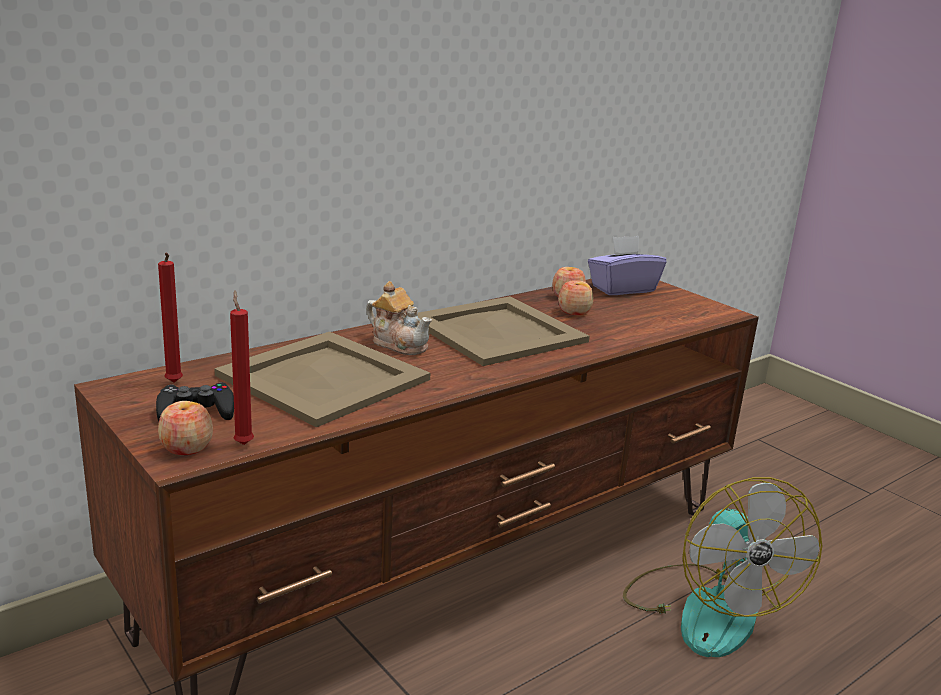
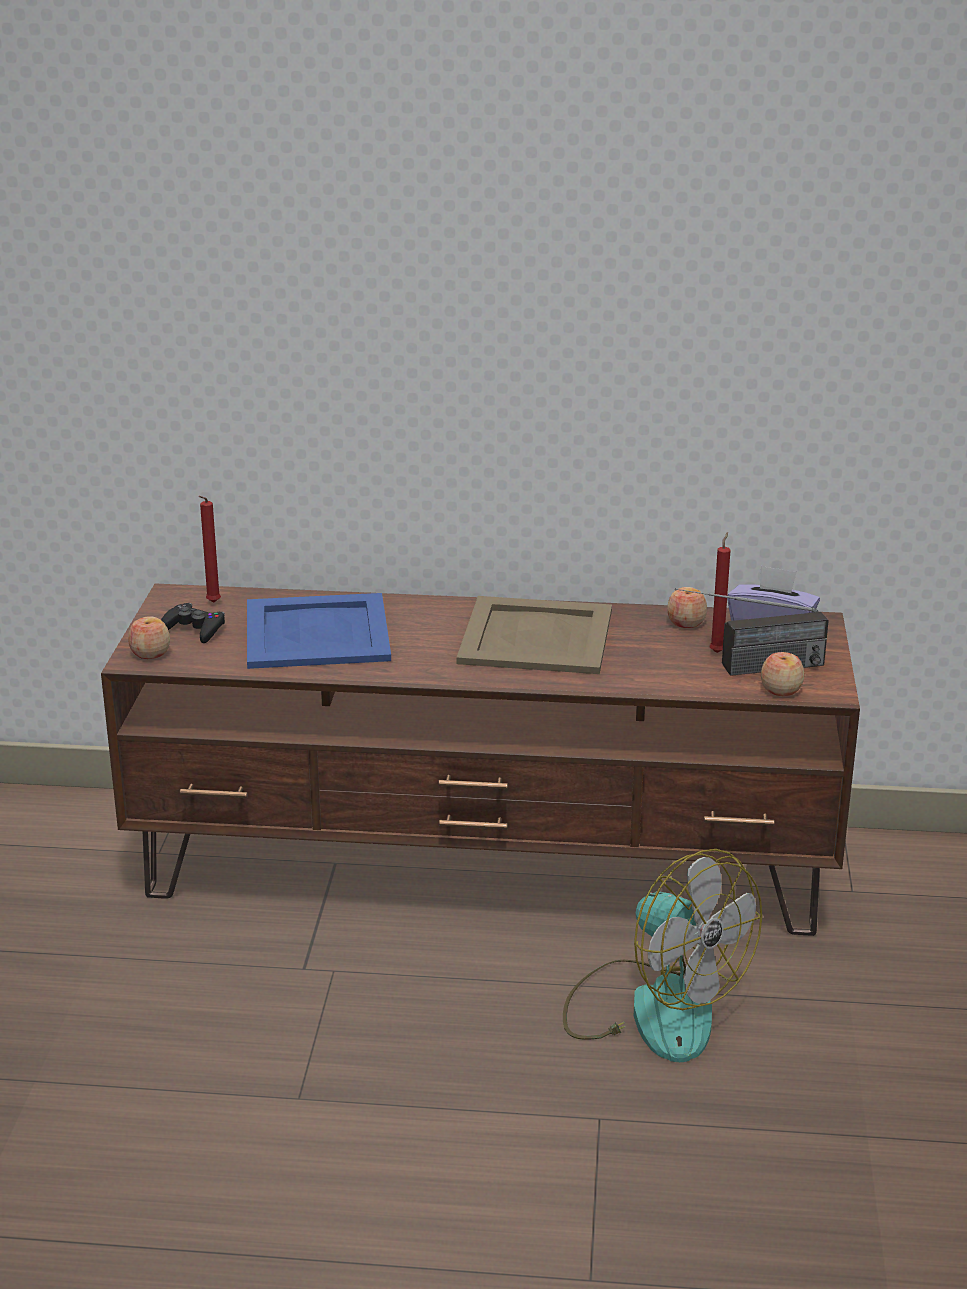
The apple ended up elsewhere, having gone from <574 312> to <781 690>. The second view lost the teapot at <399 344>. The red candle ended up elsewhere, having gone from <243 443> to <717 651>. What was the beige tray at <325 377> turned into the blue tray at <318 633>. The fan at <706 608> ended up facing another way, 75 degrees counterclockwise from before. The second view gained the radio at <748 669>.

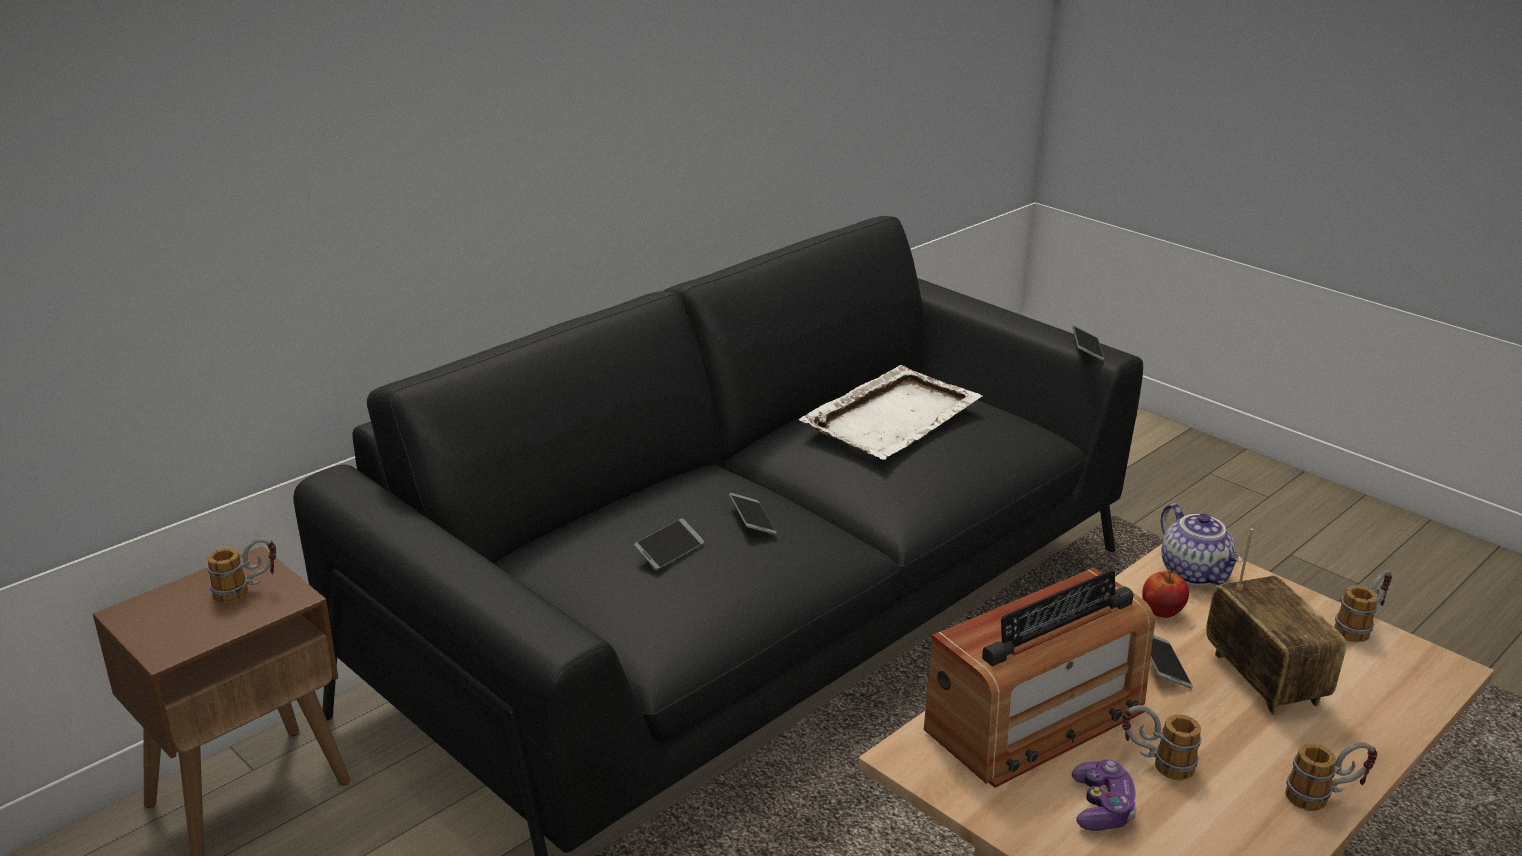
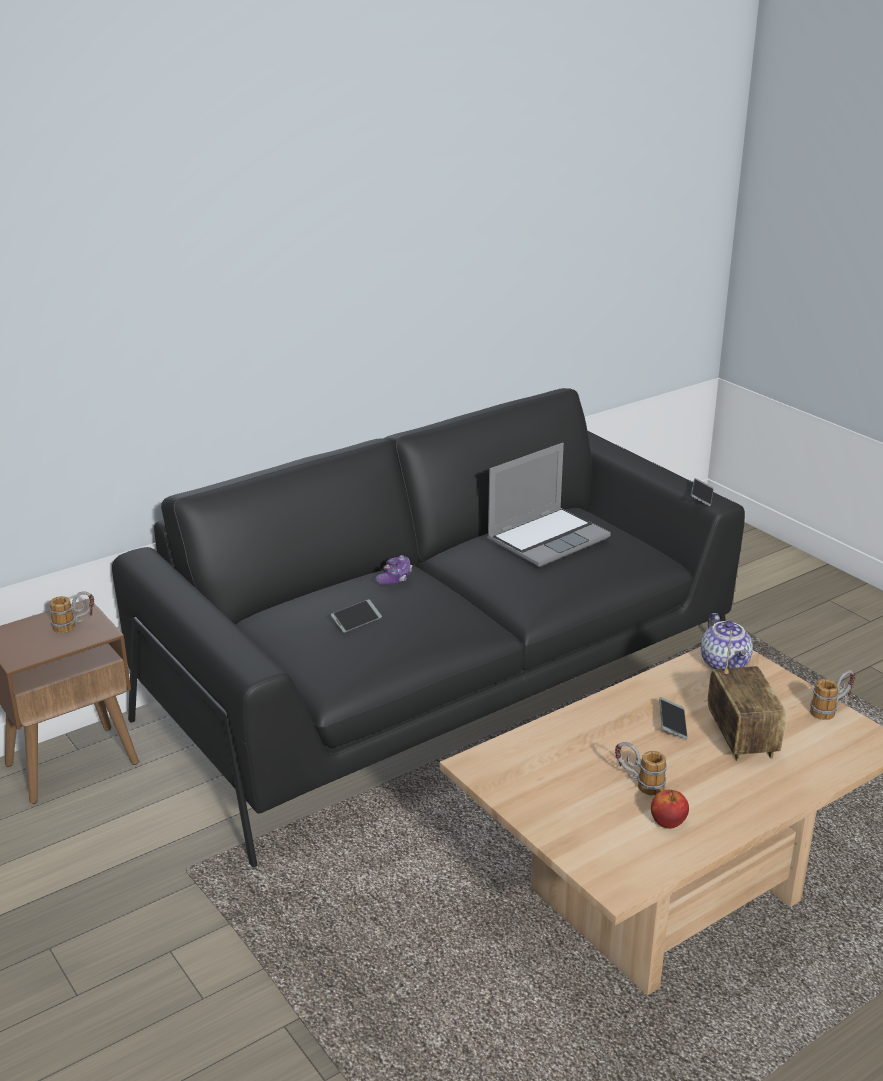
Where the white tray stood at <893 416>, the laptop came to stand at <548 538>. The second view lost the phone at <752 520>. The second view lost the radio at <1036 719>. The apple ended up elsewhere, having gone from <1161 612> to <667 822>. The second view lost the mug at <1324 797>. The game controller ended up elsewhere, having gone from <1102 807> to <395 578>.

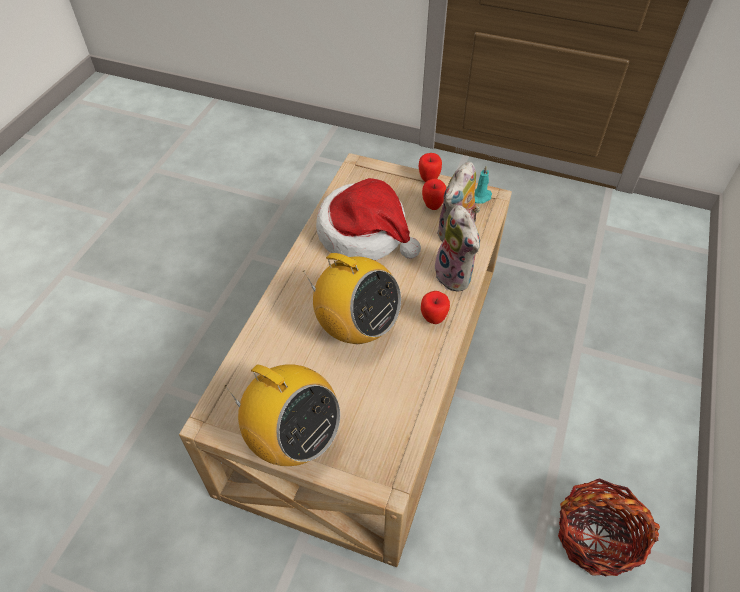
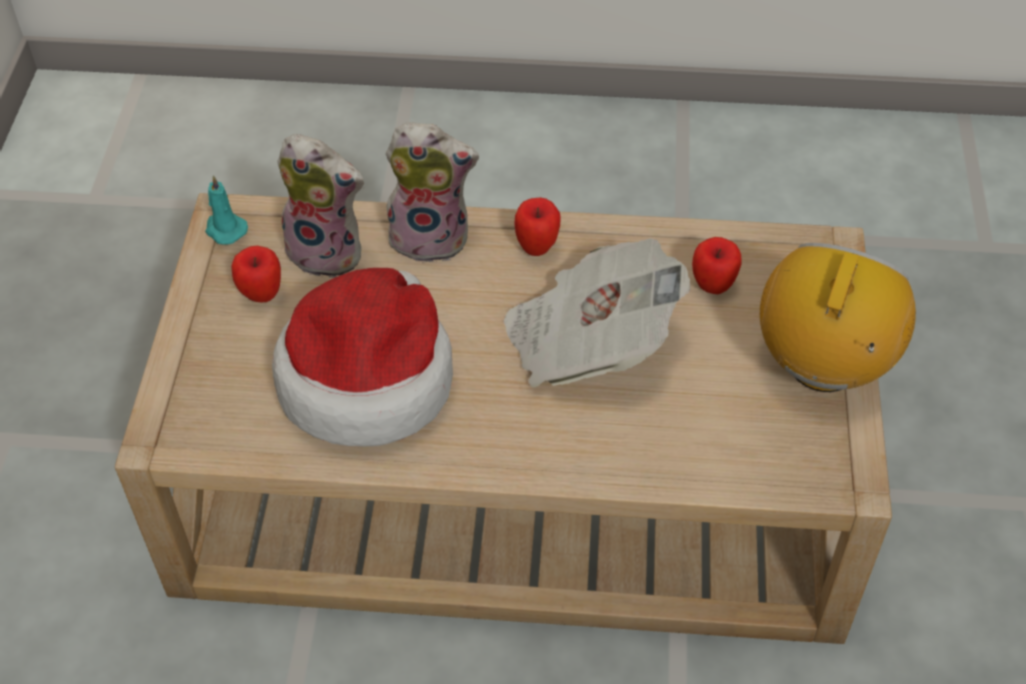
The apple ended up elsewhere, having gone from <428 179> to <712 287>. The plush toy at <456 276> ended up facing another way, 45 degrees clockwise from before. Where the radio stood at <356 327>, the newspaper came to stand at <589 342>. The second view lost the basket at <596 537>.

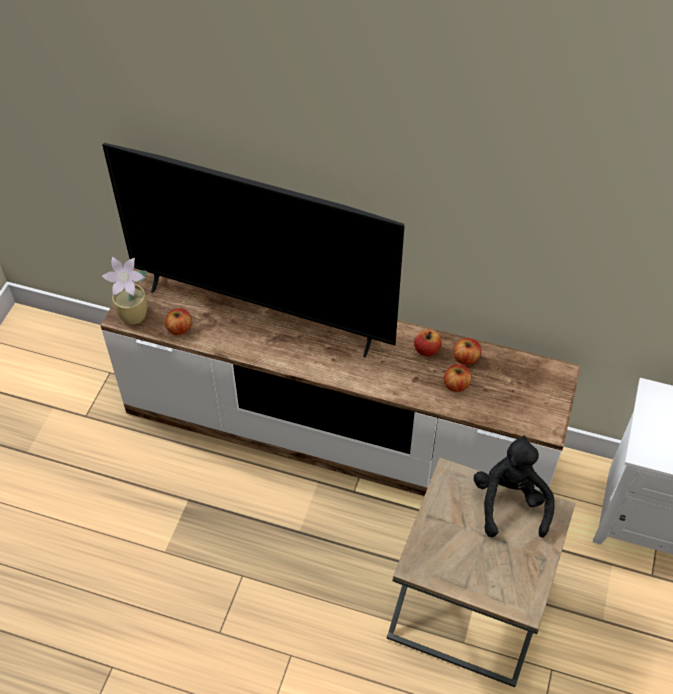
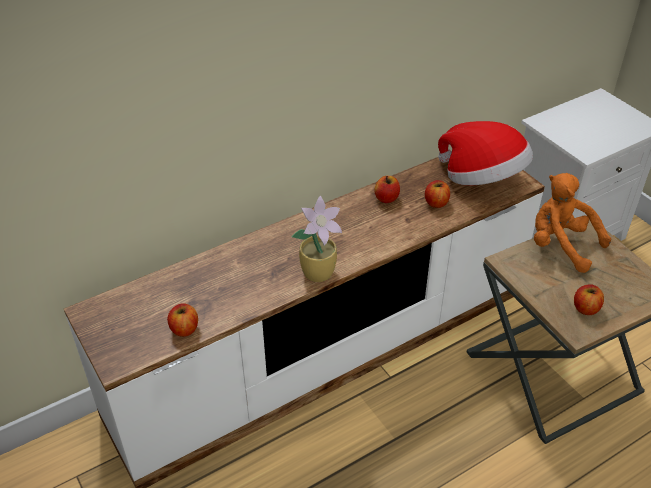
The second view lost the television at <262 312>. The potted plant ended up elsewhere, having gone from <134 316> to <319 272>. The apple ended up elsewhere, having gone from <465 358> to <585 308>. What was the black plush toy at <510 502> turned into the orange plush toy at <560 245>. The second view gained the hat at <482 179>.

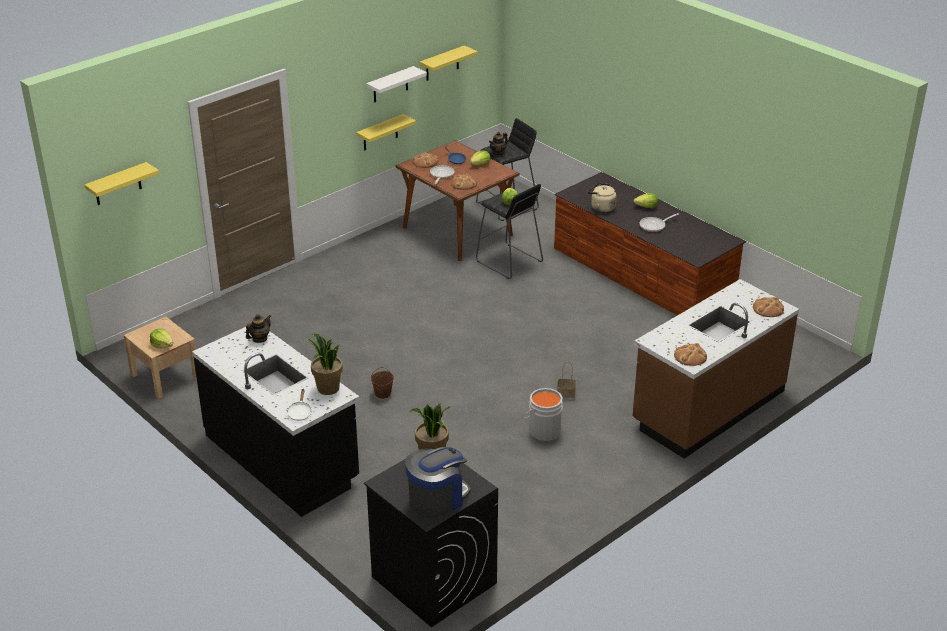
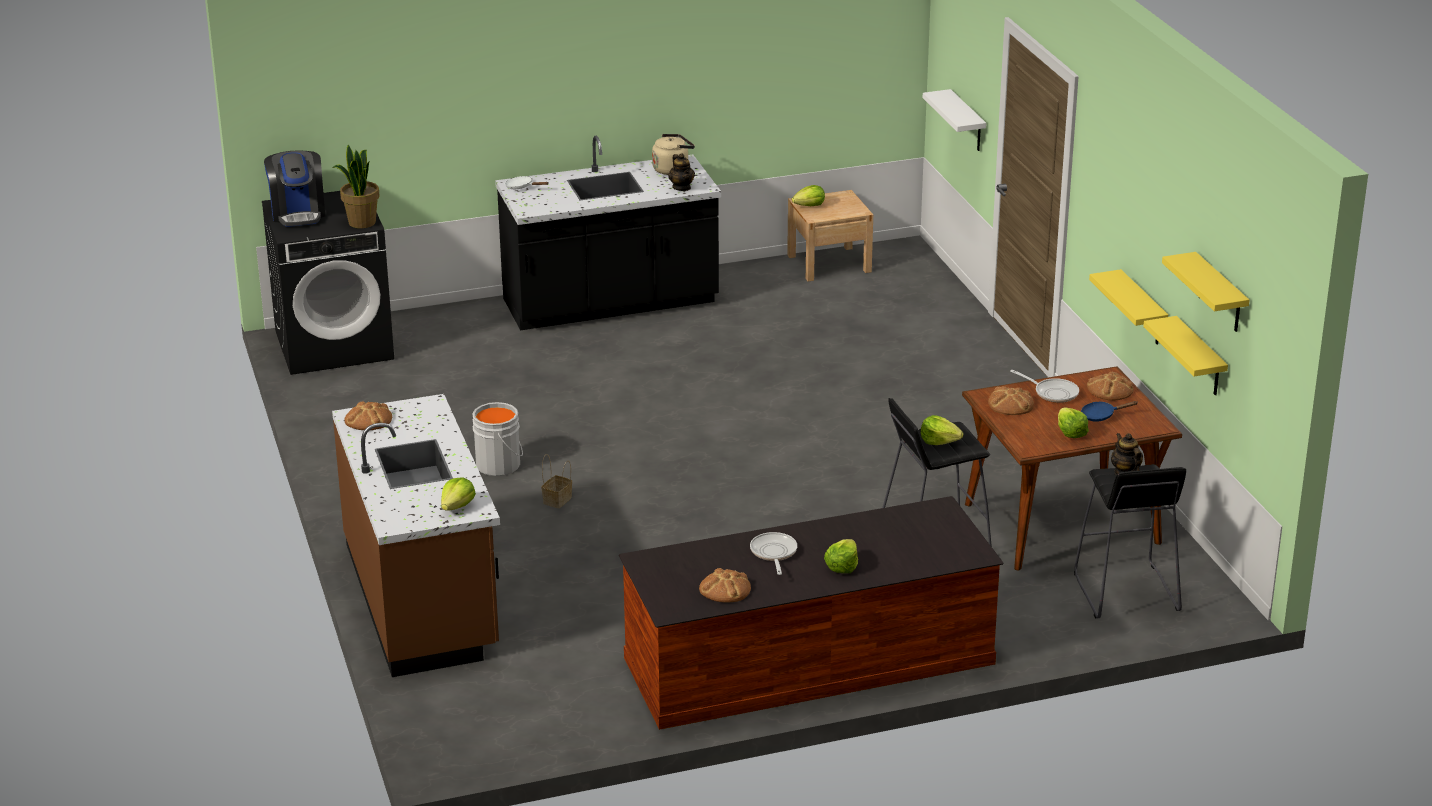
The white shelf ended up elsewhere, having gone from <390 85> to <967 122>. The yellow shelf ended up elsewhere, having gone from <117 184> to <1200 358>. The beige kettle ended up elsewhere, having gone from <601 207> to <672 169>. The bread ended up elsewhere, having gone from <768 309> to <725 589>. The second view lost the potted plant at <327 388>. The second view lost the brown bucket at <382 394>. The second view gained the lettuce at <457 506>.

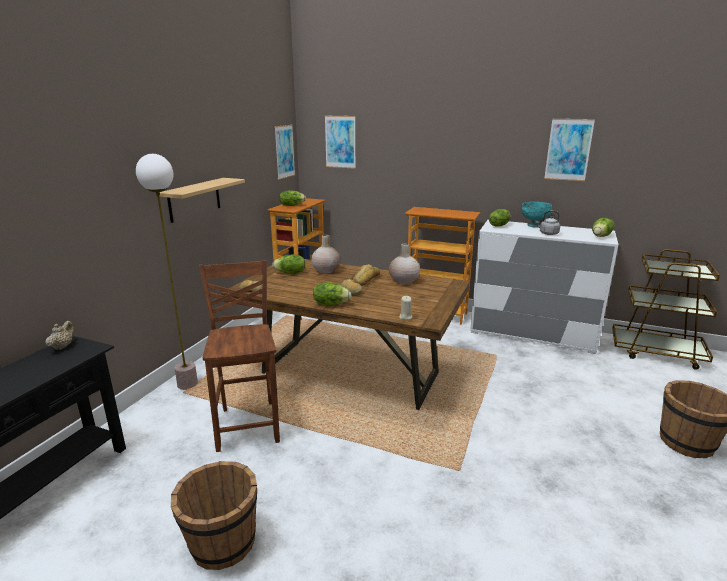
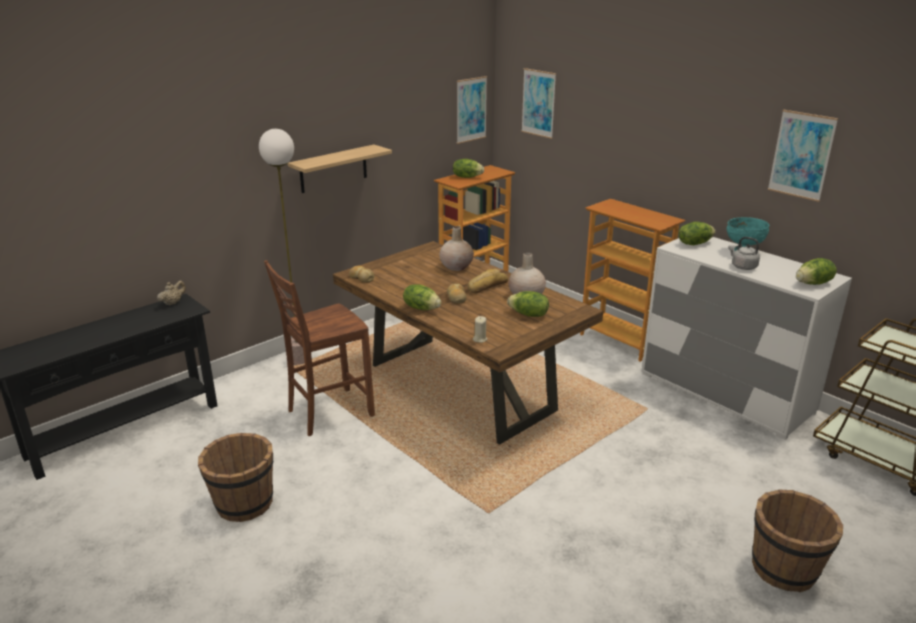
The lettuce ended up elsewhere, having gone from <290 273> to <528 314>. The brown chair at <249 424> ended up facing another way, 135 degrees counterclockwise from before.

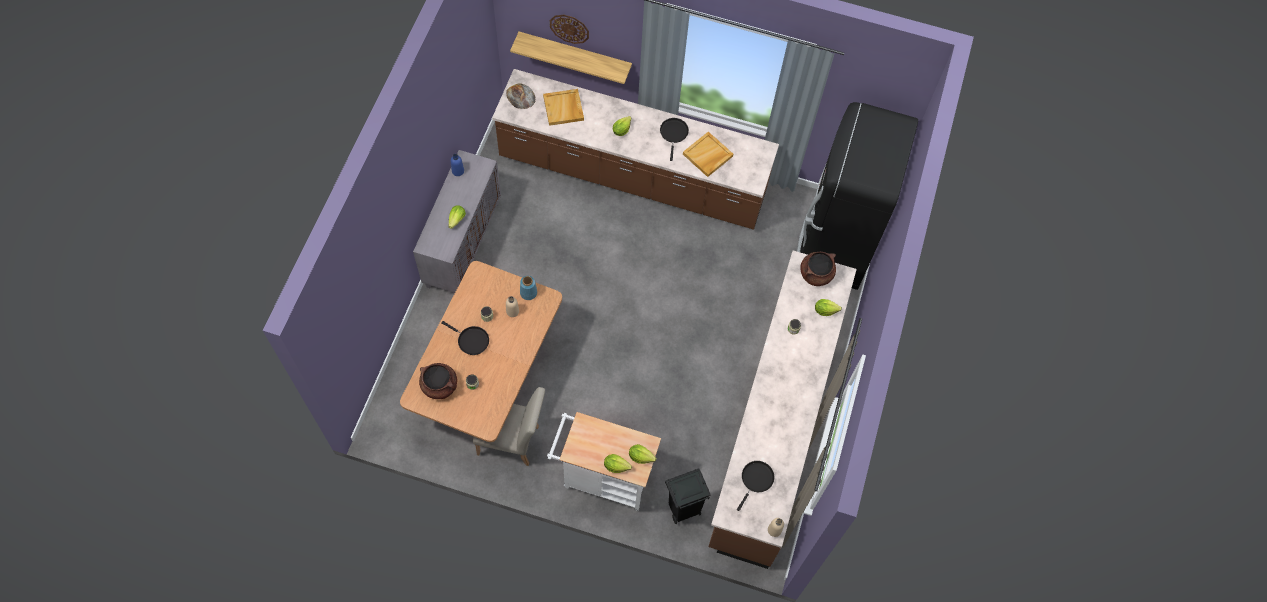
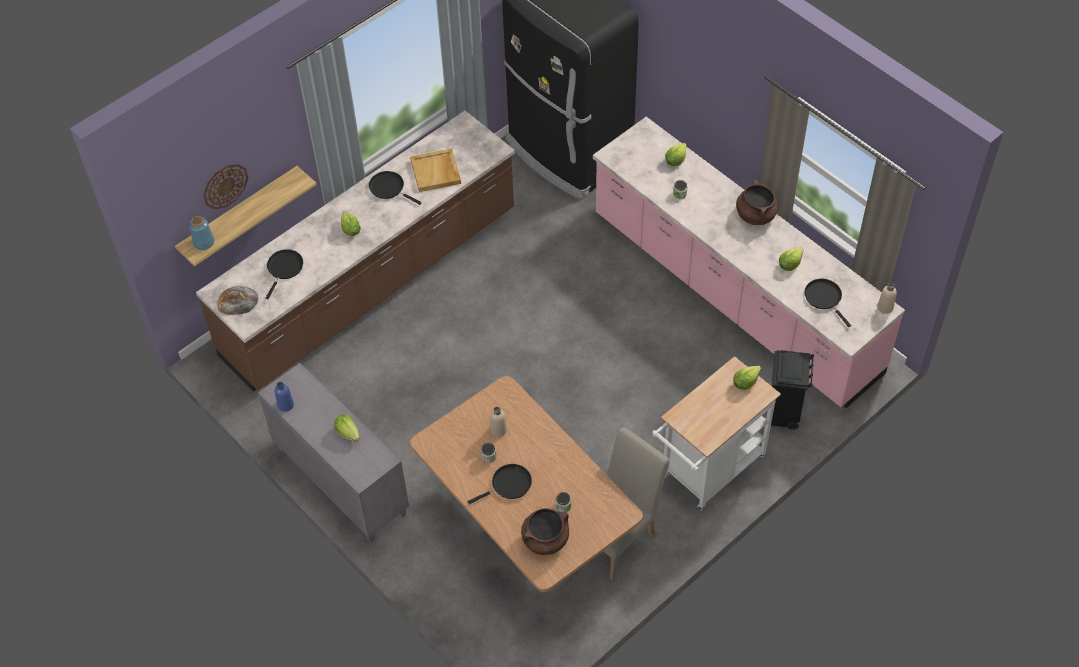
Where the beige tray stood at <564 108>, the black frying pan came to stand at <284 268>. What was the brown counter at <774 422> turned into the pink counter at <734 294>. The brown cooking pot ended up elsewhere, having gone from <816 274> to <755 215>. The blue vase ended up elsewhere, having gone from <529 293> to <204 242>. The lettuce ended up elsewhere, having gone from <616 466> to <789 264>.

